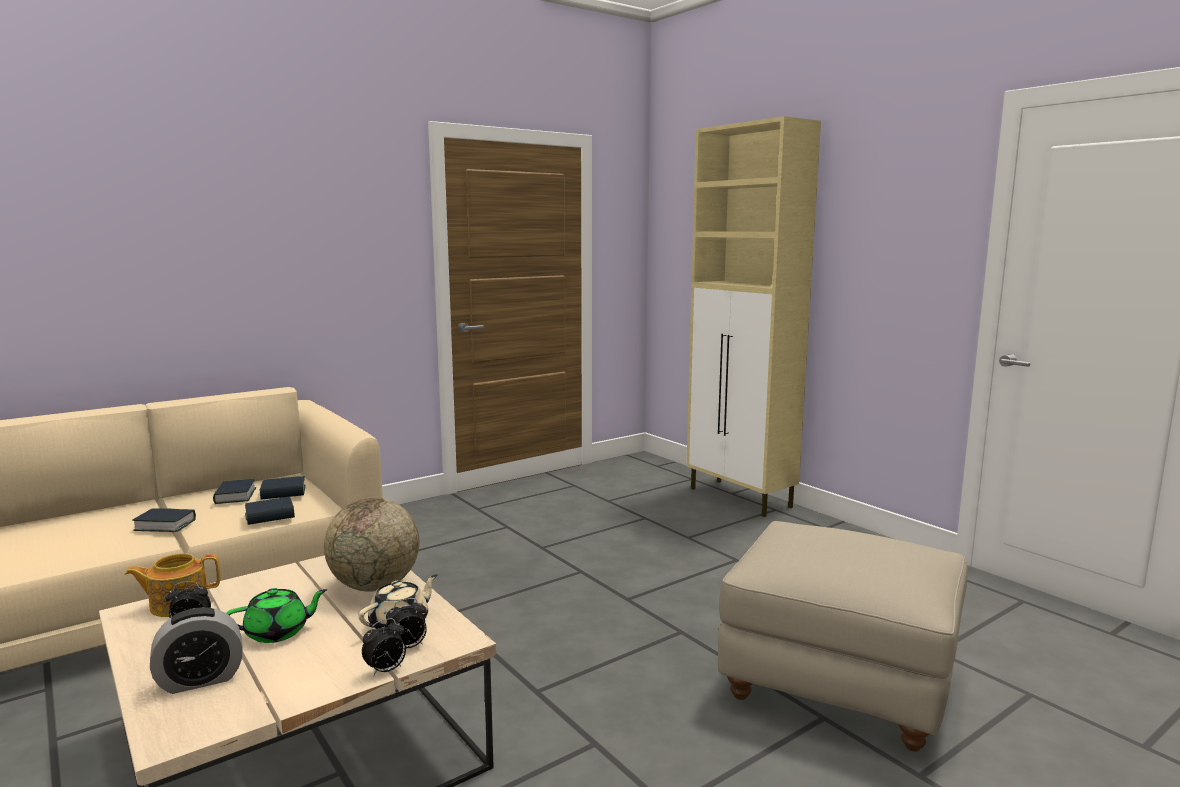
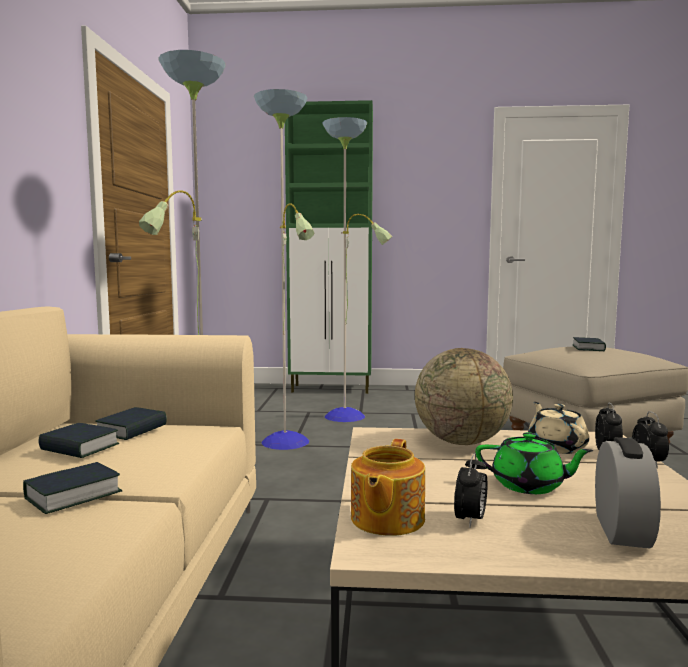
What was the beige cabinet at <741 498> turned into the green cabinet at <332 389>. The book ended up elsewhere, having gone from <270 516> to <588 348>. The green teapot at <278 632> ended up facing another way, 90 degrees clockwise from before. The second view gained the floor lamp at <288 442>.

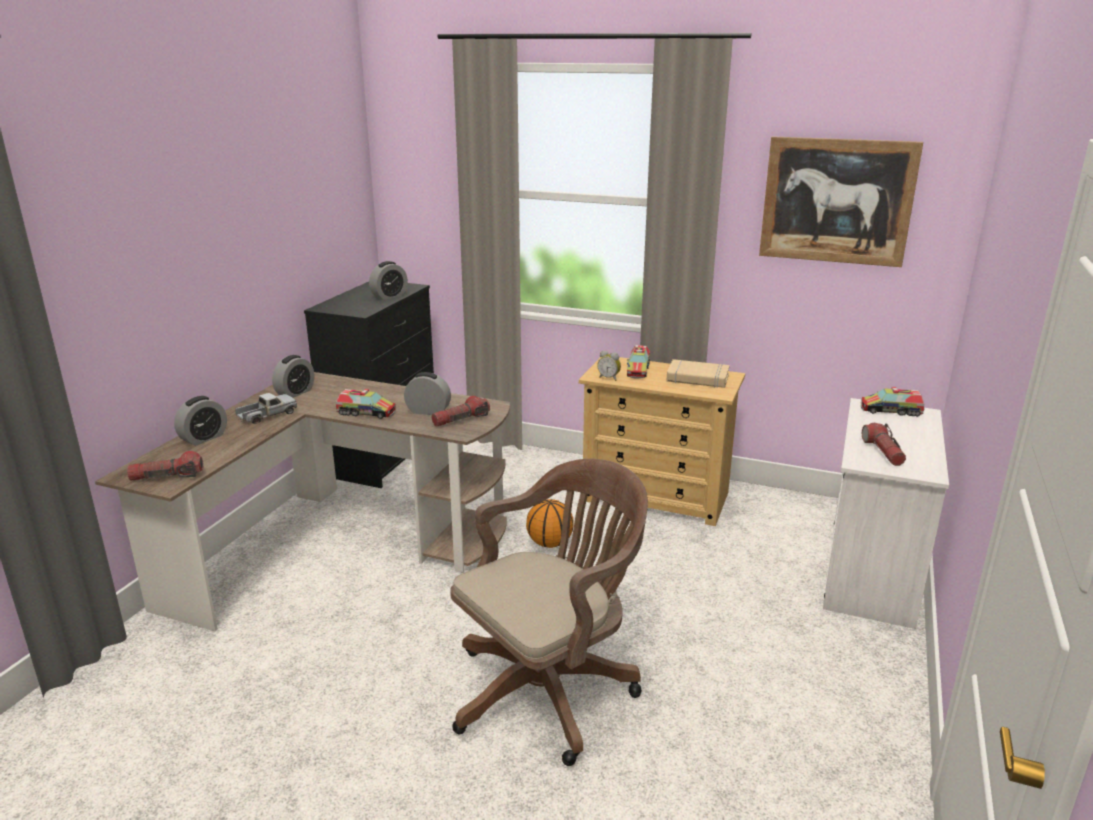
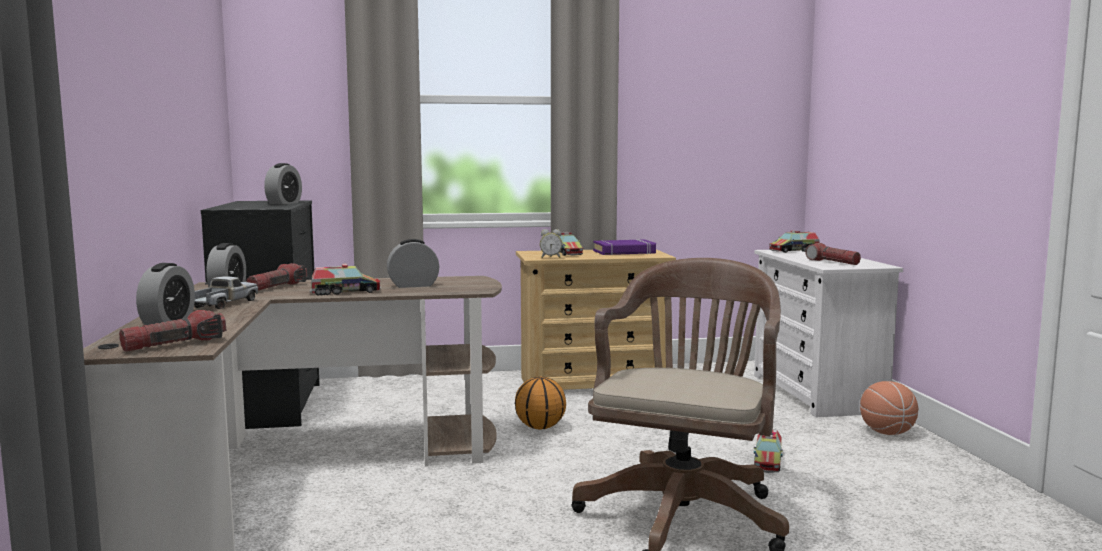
The second view lost the picture at <836 201>. What was the beige book at <697 378> turned into the purple book at <624 252>. The flashlight ended up elsewhere, having gone from <461 420> to <277 287>. The second view gained the basketball at <887 433>. The second view gained the toy truck at <767 461>.

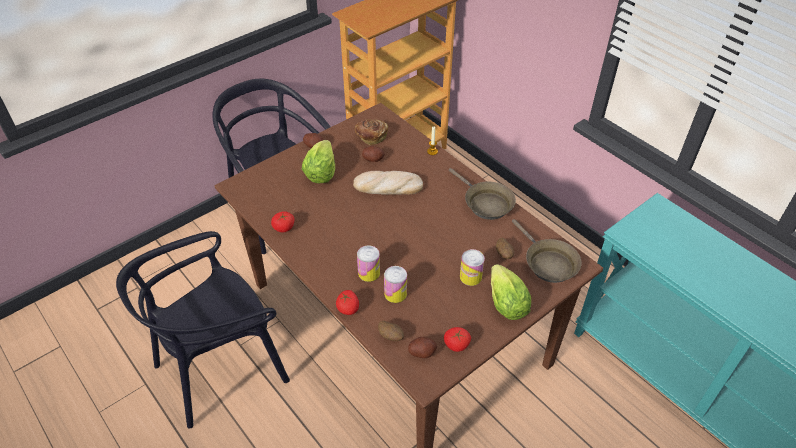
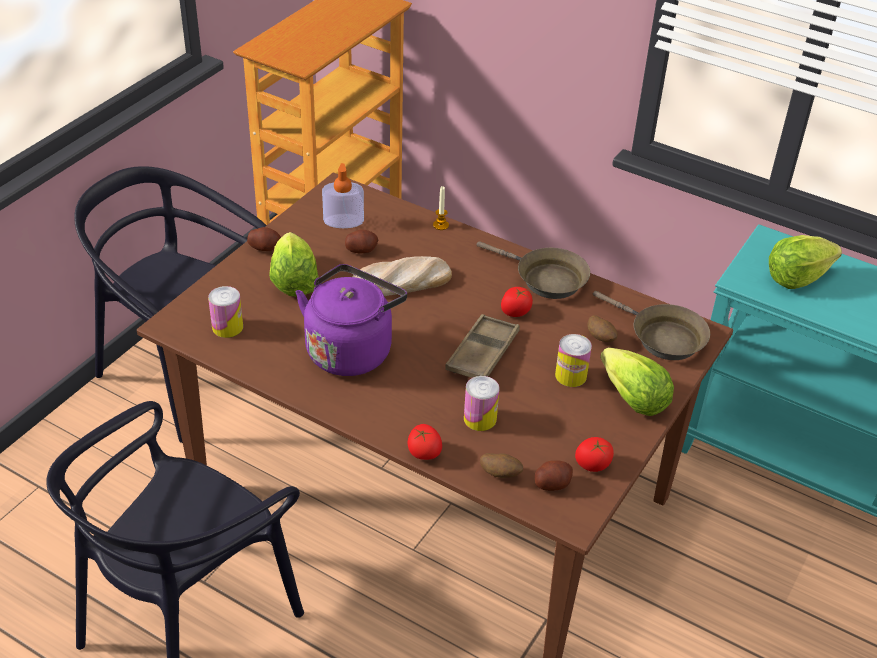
Where the bread stood at <371 137>, the soap dispenser came to stand at <343 221>. The tomato ended up elsewhere, having gone from <284 228> to <515 312>. The can ended up elsewhere, having gone from <369 273> to <227 327>. The second view gained the lettuce at <797 278>. The second view gained the purple kettle at <351 349>. The second view gained the brown tray at <482 353>.

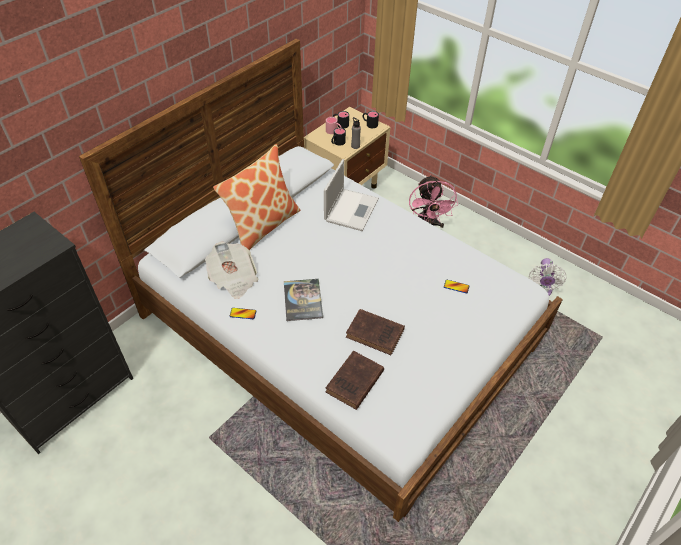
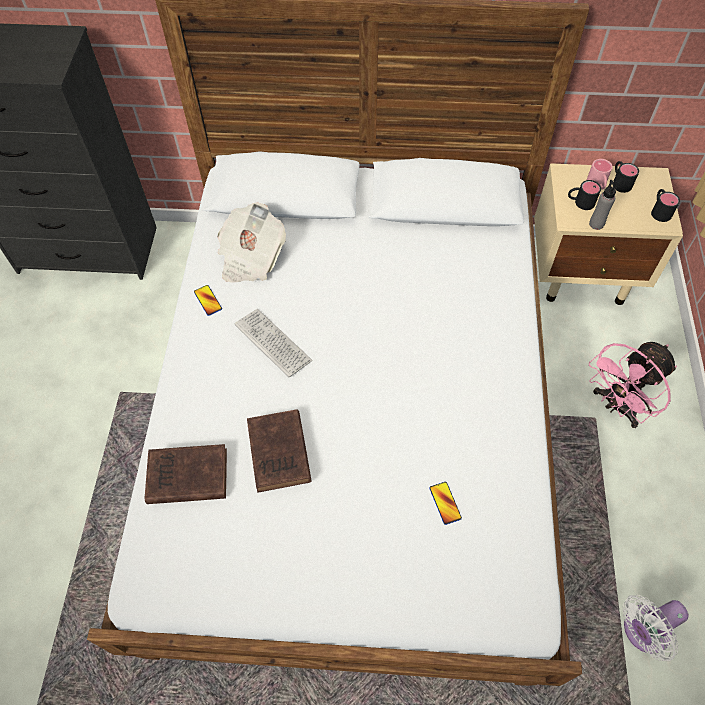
The second view lost the pillow at <262 226>. The second view lost the laptop at <351 209>. Where the book stood at <303 300>, the keyboard came to stand at <273 343>.

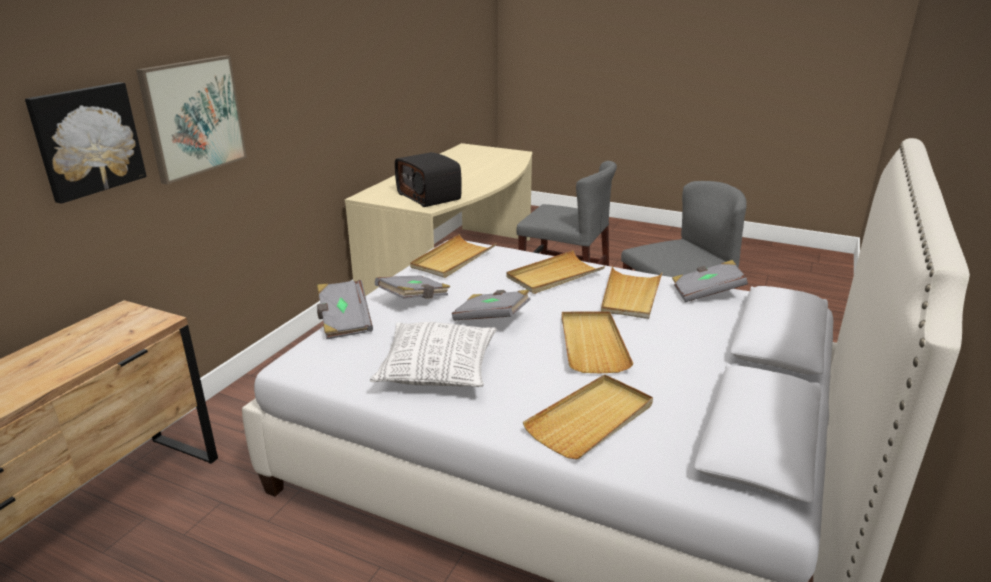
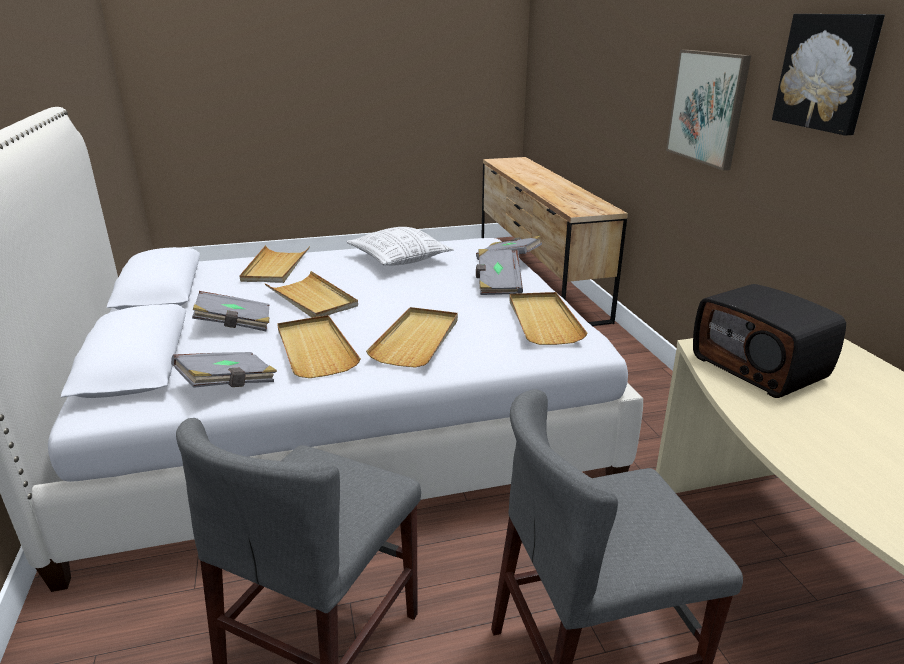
The picture ended up elsewhere, having gone from <87 140> to <827 72>. The radio at <430 196> ended up facing another way, 135 degrees counterclockwise from before. The grey book ended up elsewhere, having gone from <491 318> to <235 325>.

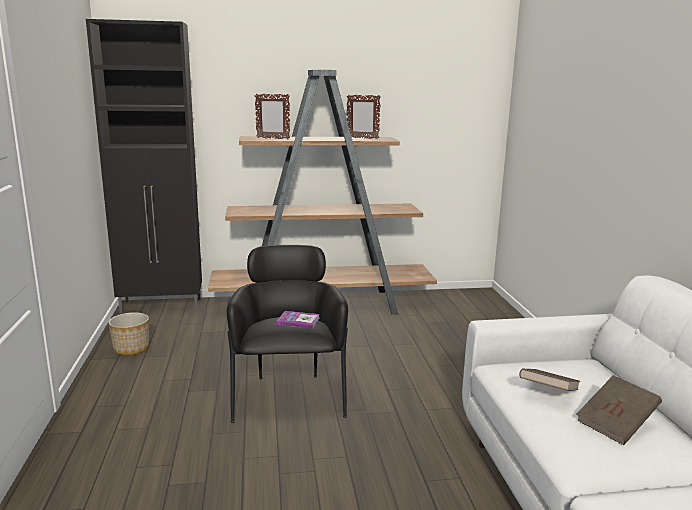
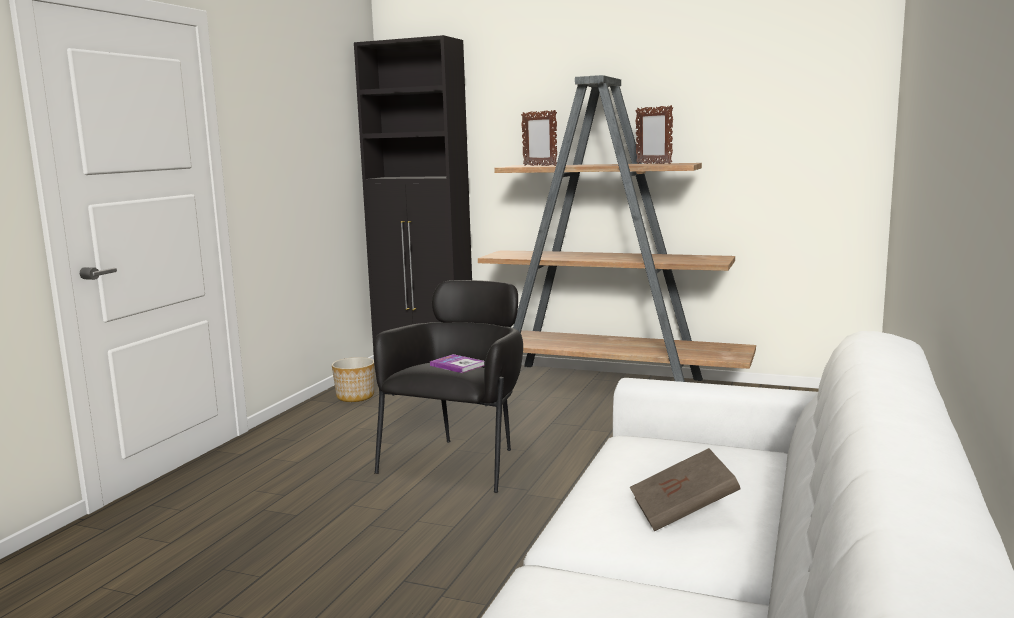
The second view lost the brown book at <548 393>.

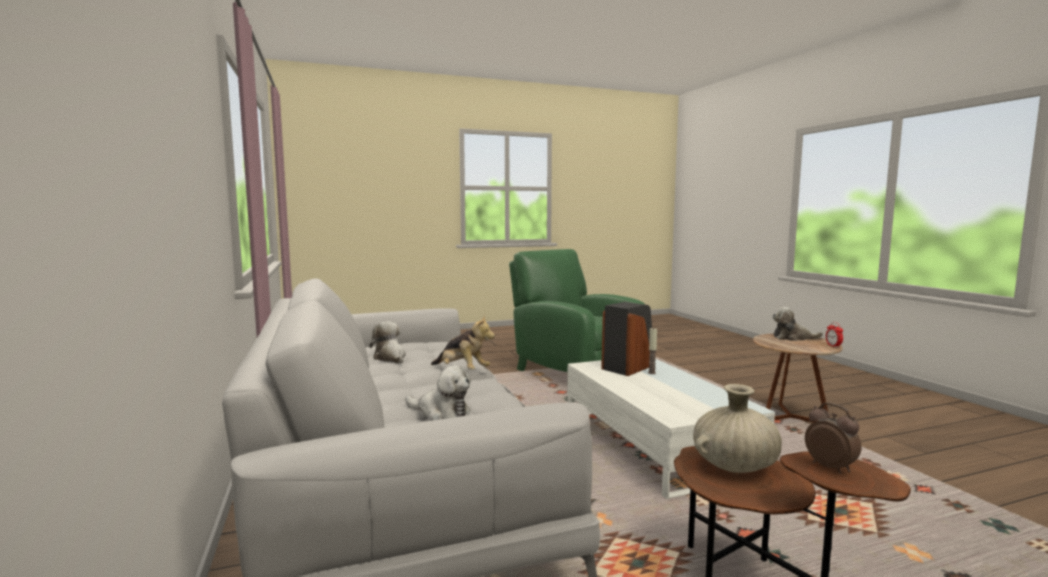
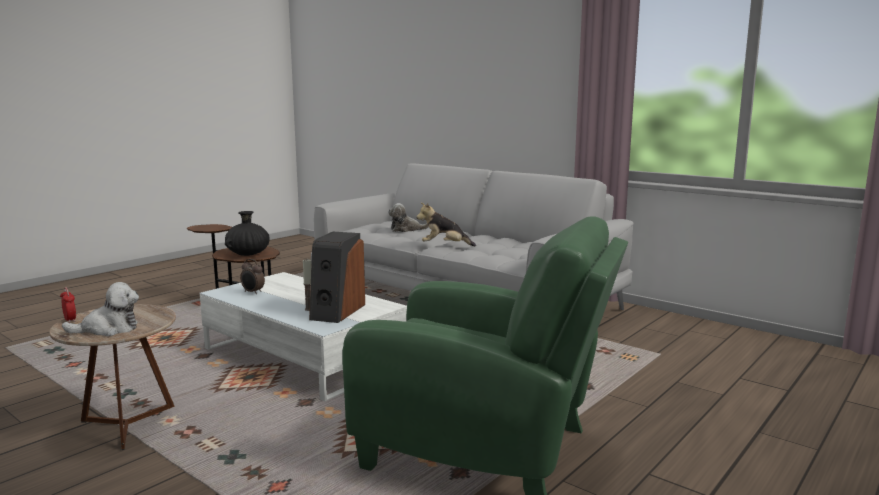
The second view lost the plush toy at <390 358>. What was the beige vase at <735 466> turned into the black vase at <248 254>. The alarm clock ended up elsewhere, having gone from <830 467> to <253 292>.

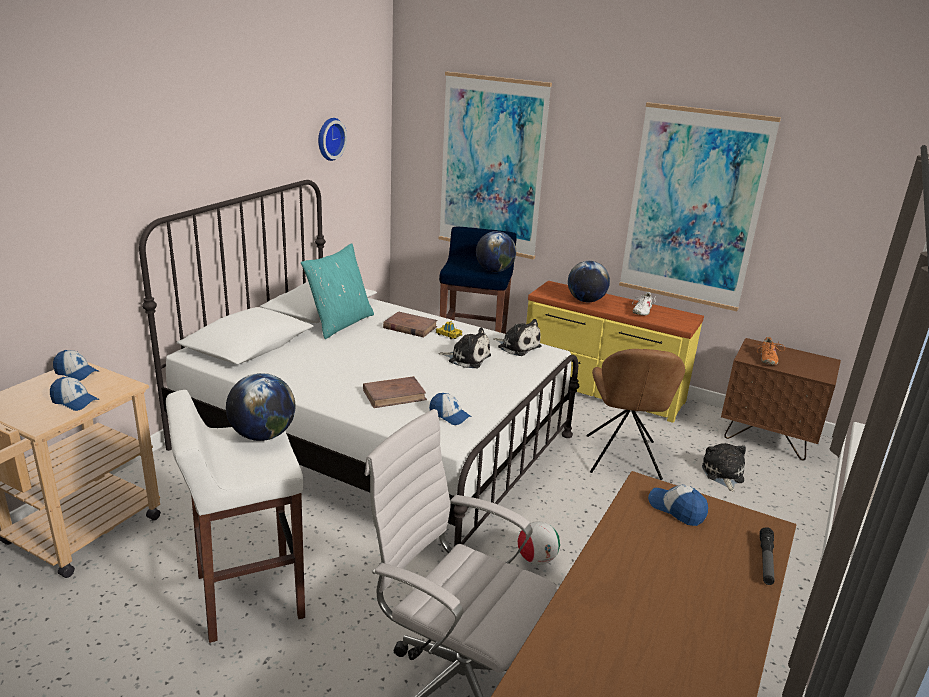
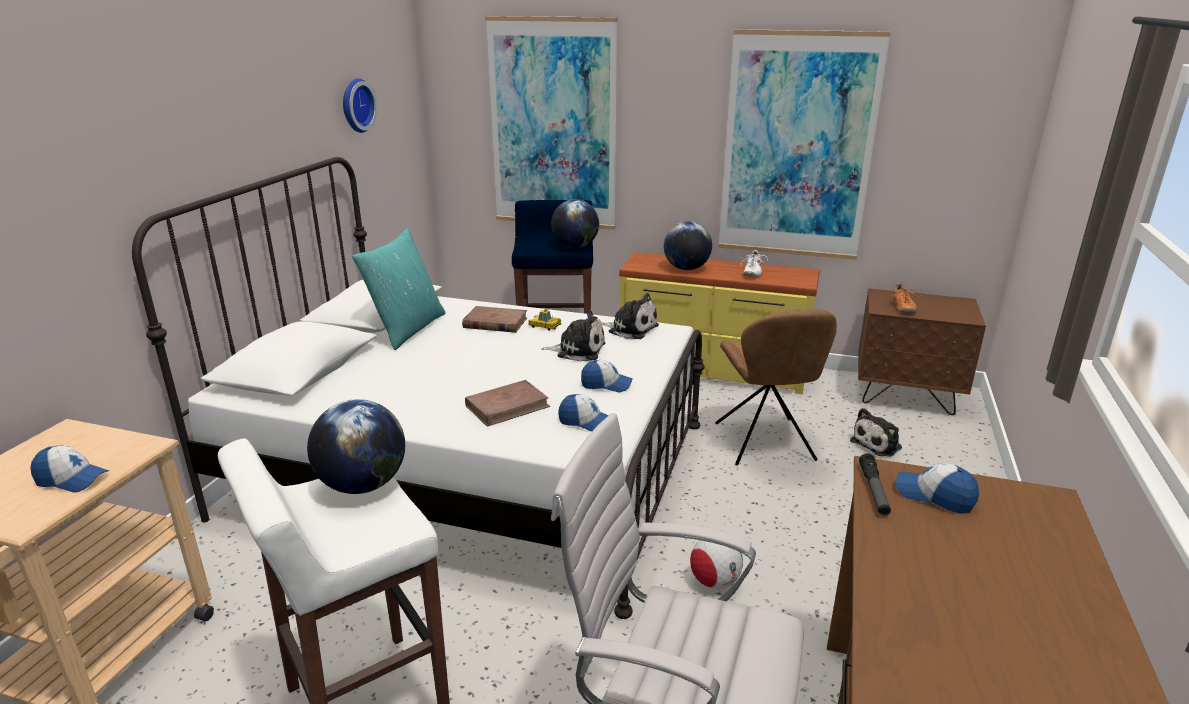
The cap ended up elsewhere, having gone from <76 373> to <606 385>. The plush toy at <723 474> ended up facing another way, 120 degrees counterclockwise from before. The flashlight ended up elsewhere, having gone from <766 561> to <874 490>.

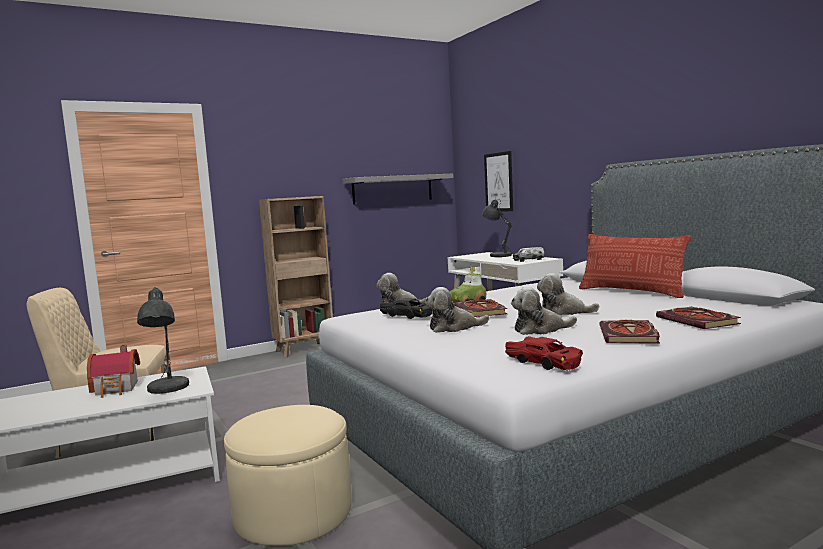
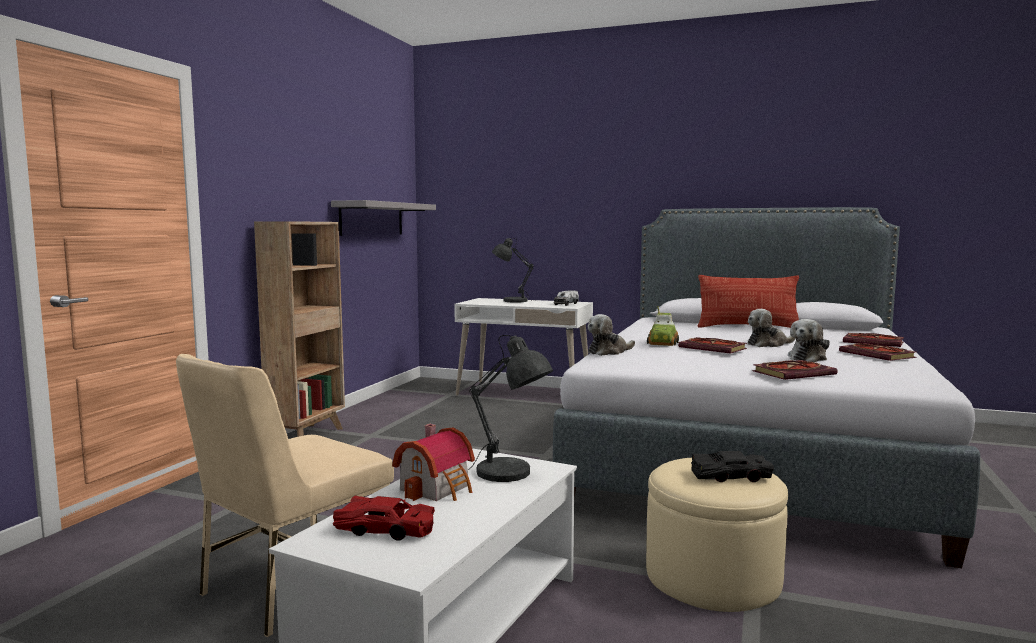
The second view lost the picture at <498 182>. The second view lost the plush toy at <454 328>. The black toy car ended up elsewhere, having gone from <407 315> to <731 476>. The red toy car ended up elsewhere, having gone from <543 362> to <385 530>. The second view gained the book at <794 373>.

